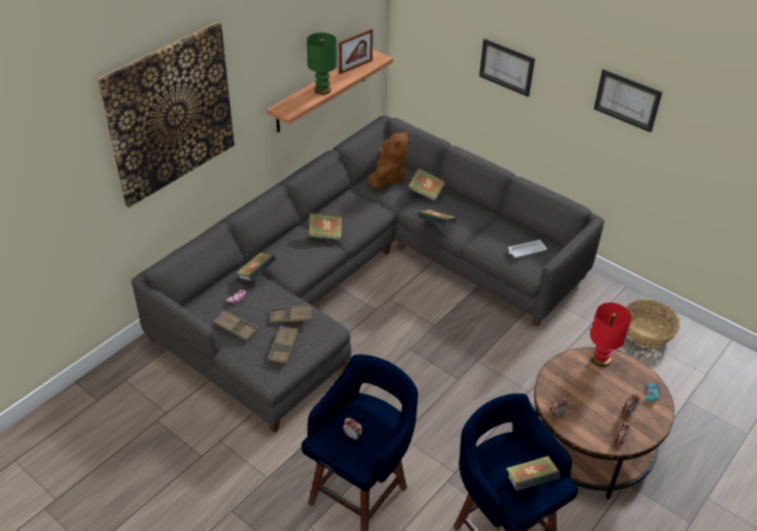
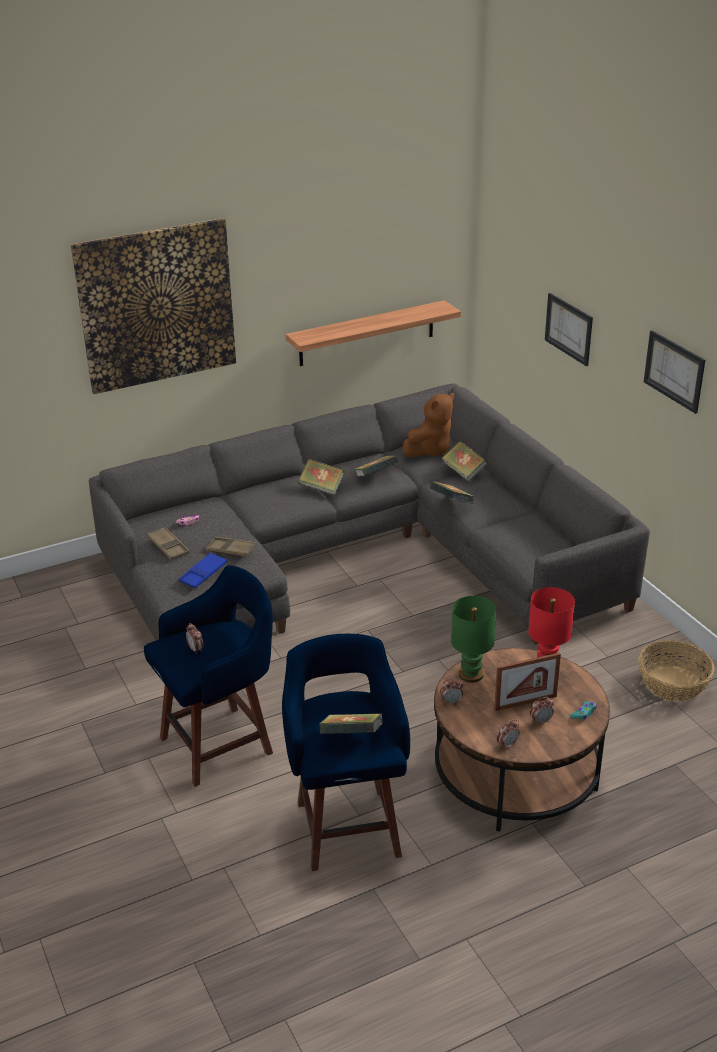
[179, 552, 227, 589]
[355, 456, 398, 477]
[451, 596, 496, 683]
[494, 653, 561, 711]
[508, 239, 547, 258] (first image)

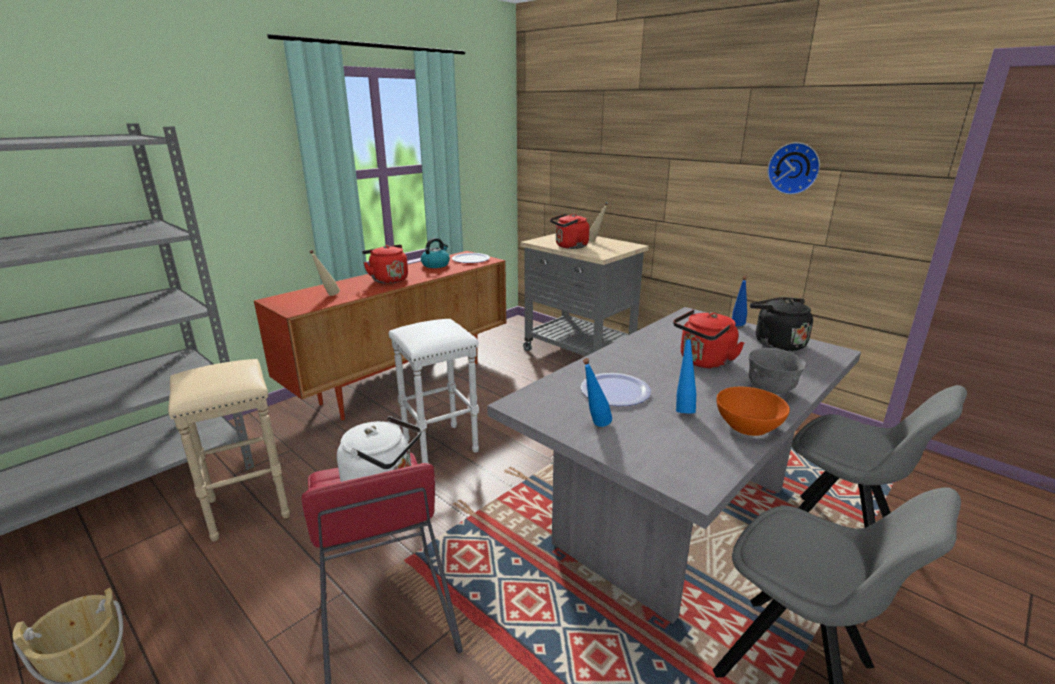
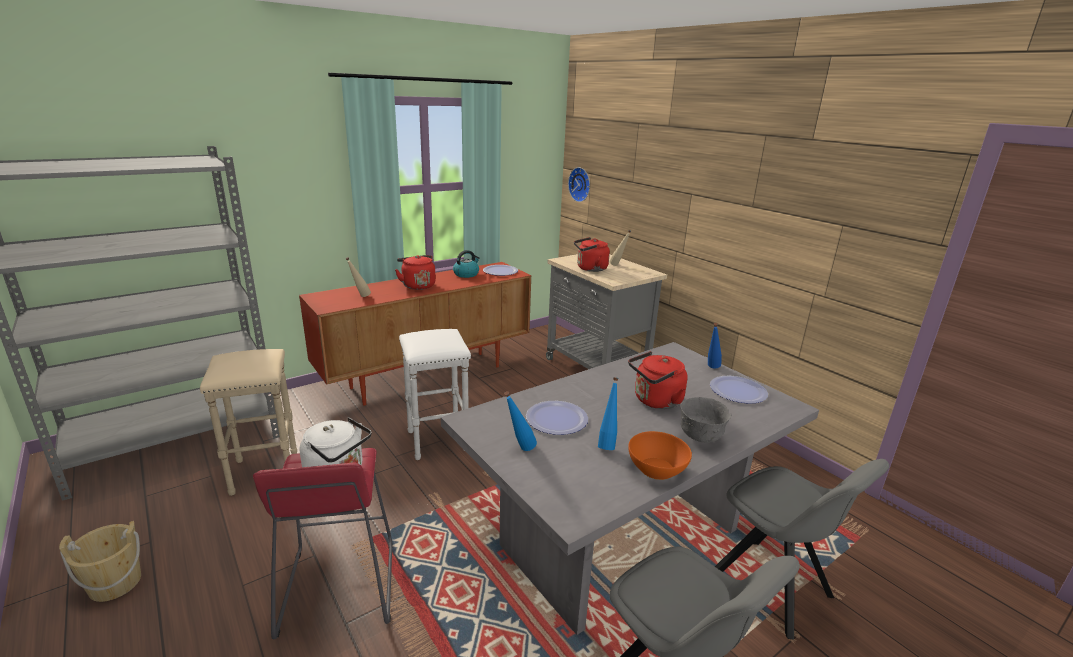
[568, 167, 590, 202]
[710, 375, 768, 404]

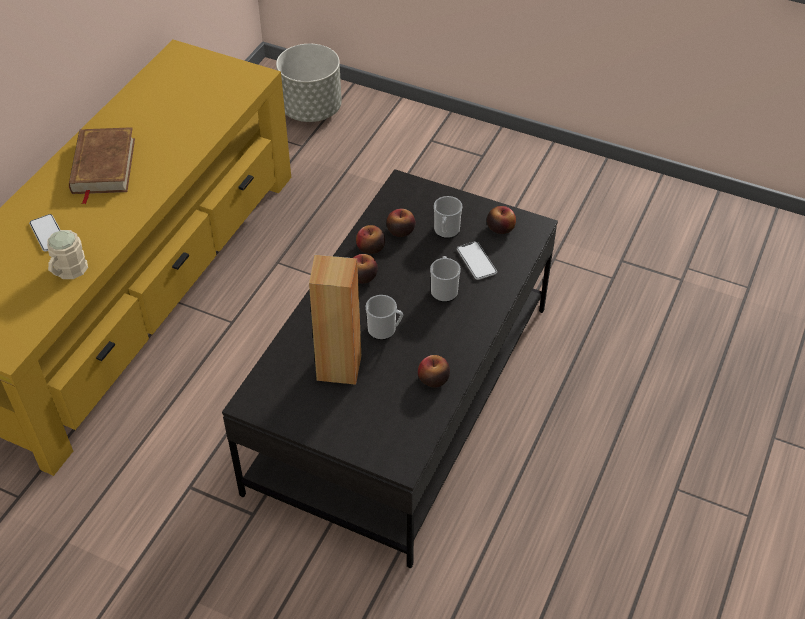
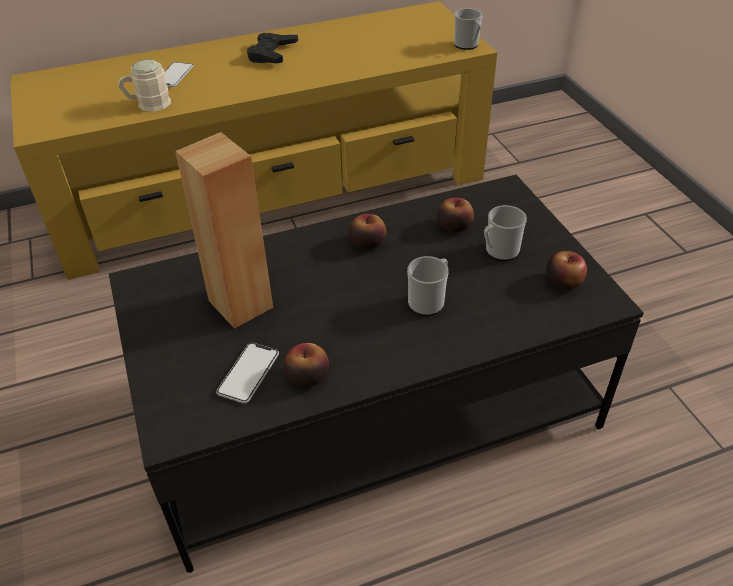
[216, 343, 279, 403]
[247, 33, 298, 63]
[454, 8, 482, 50]
[276, 44, 342, 122] (first image)
[356, 225, 385, 254] (first image)

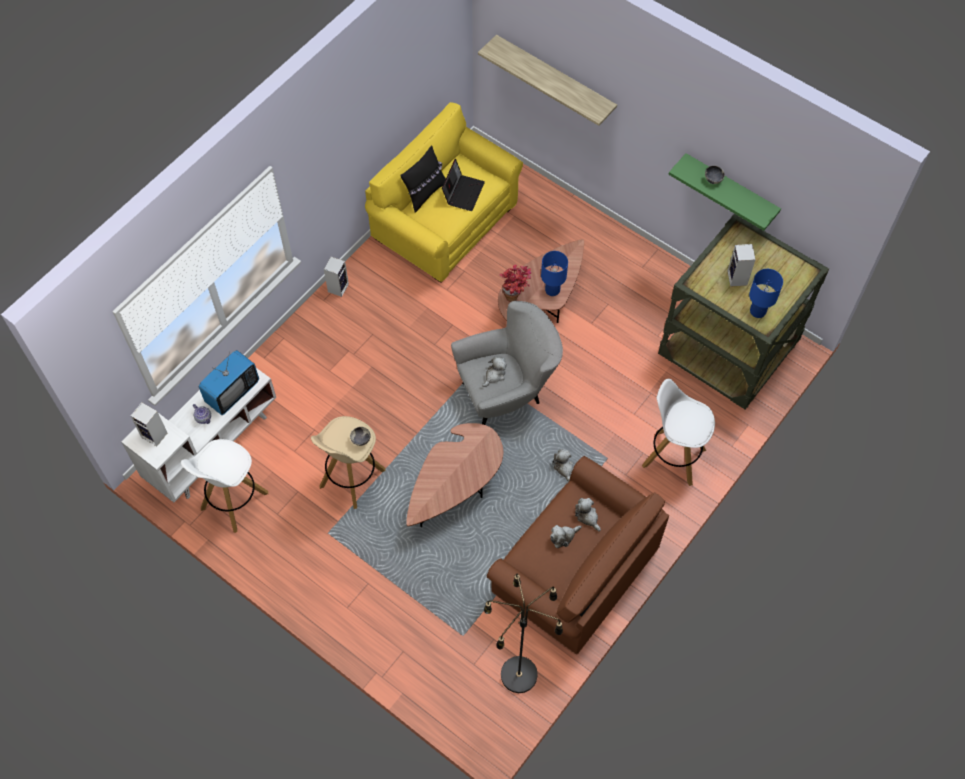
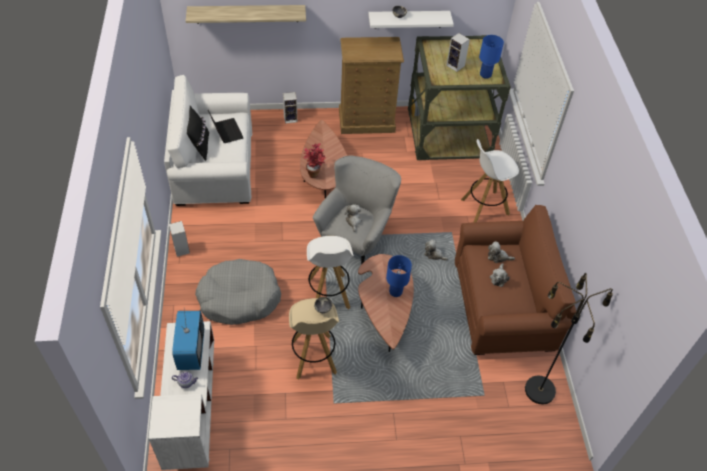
[164, 75, 252, 206]
[195, 259, 281, 325]
[283, 92, 297, 124]
[307, 236, 354, 310]
[339, 37, 404, 134]
[368, 11, 454, 29]
[386, 255, 412, 297]

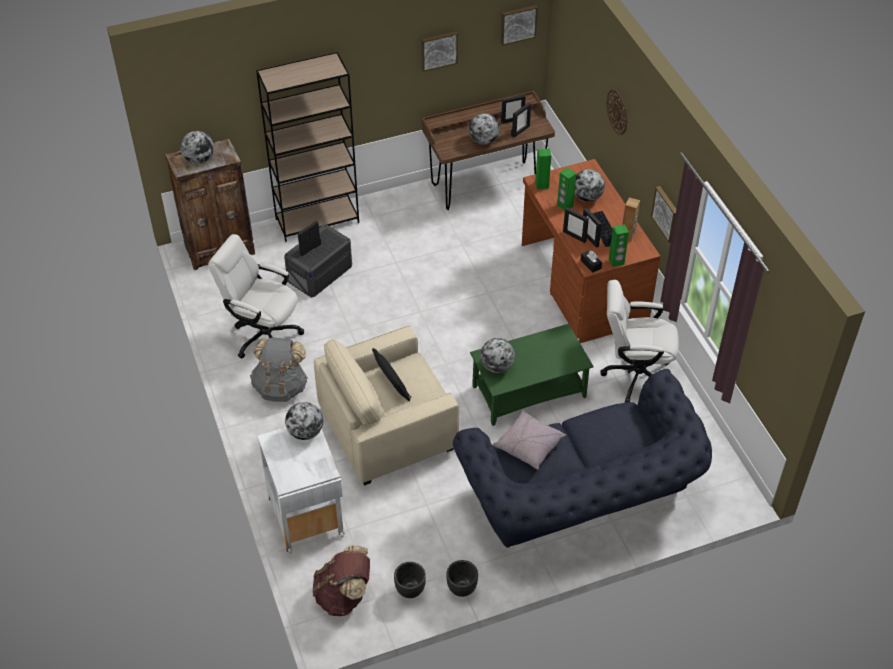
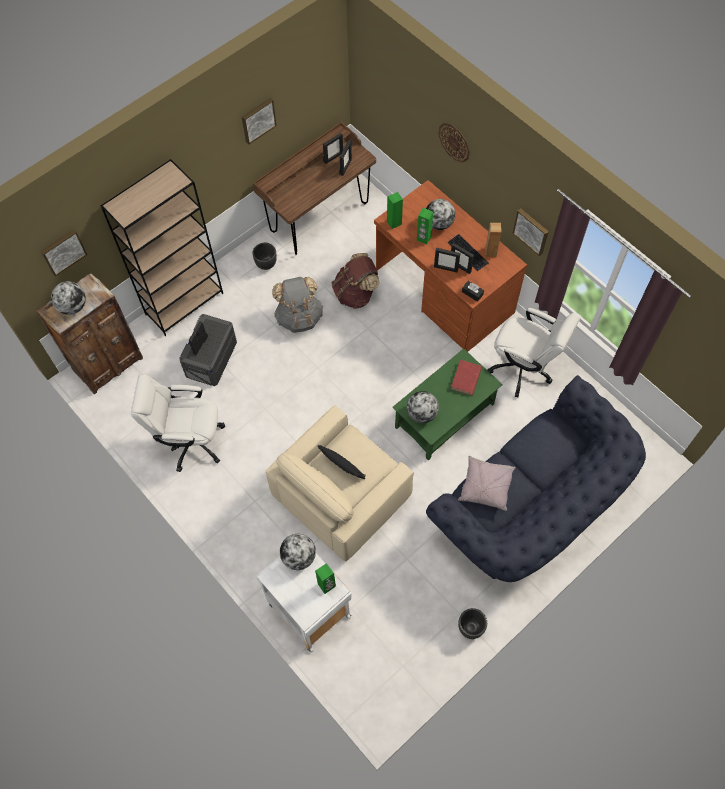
[41, 229, 87, 276]
[253, 243, 277, 270]
[272, 277, 323, 333]
[315, 563, 336, 594]
[332, 253, 380, 309]
[451, 360, 482, 395]
[487, 308, 580, 397]
[469, 113, 500, 145] (first image)

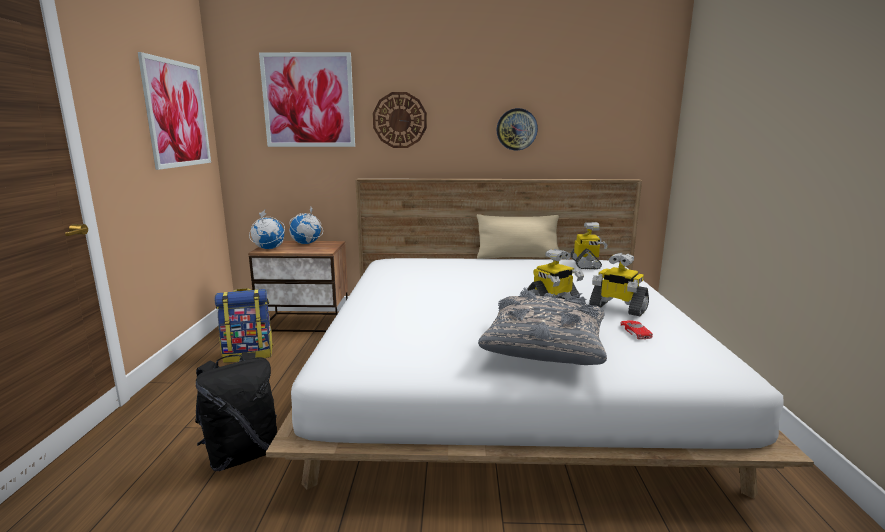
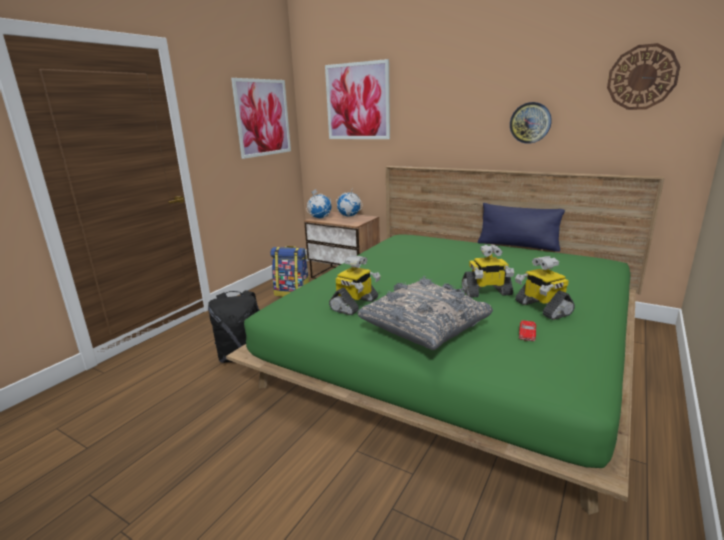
[226, 166, 664, 515]
[329, 255, 381, 315]
[478, 203, 565, 252]
[607, 43, 681, 110]

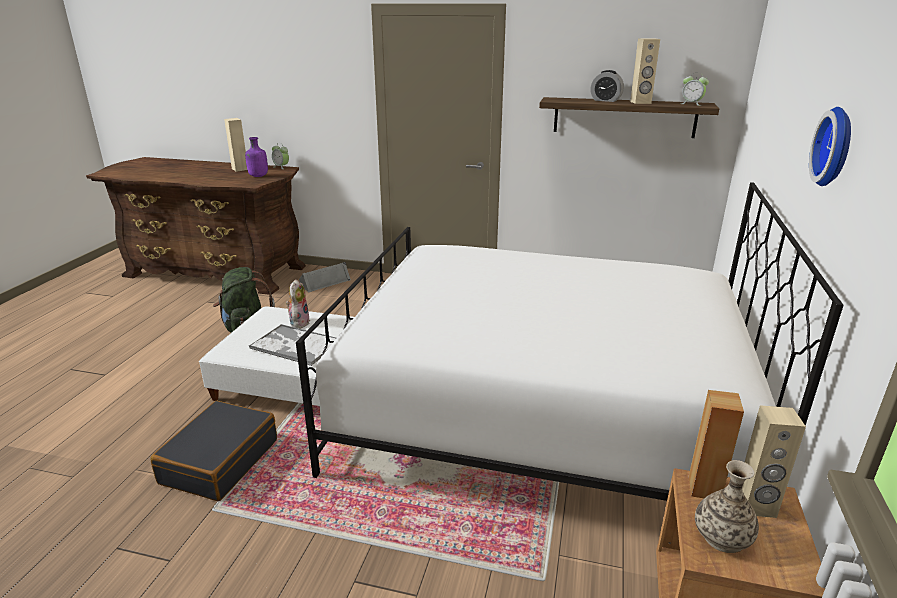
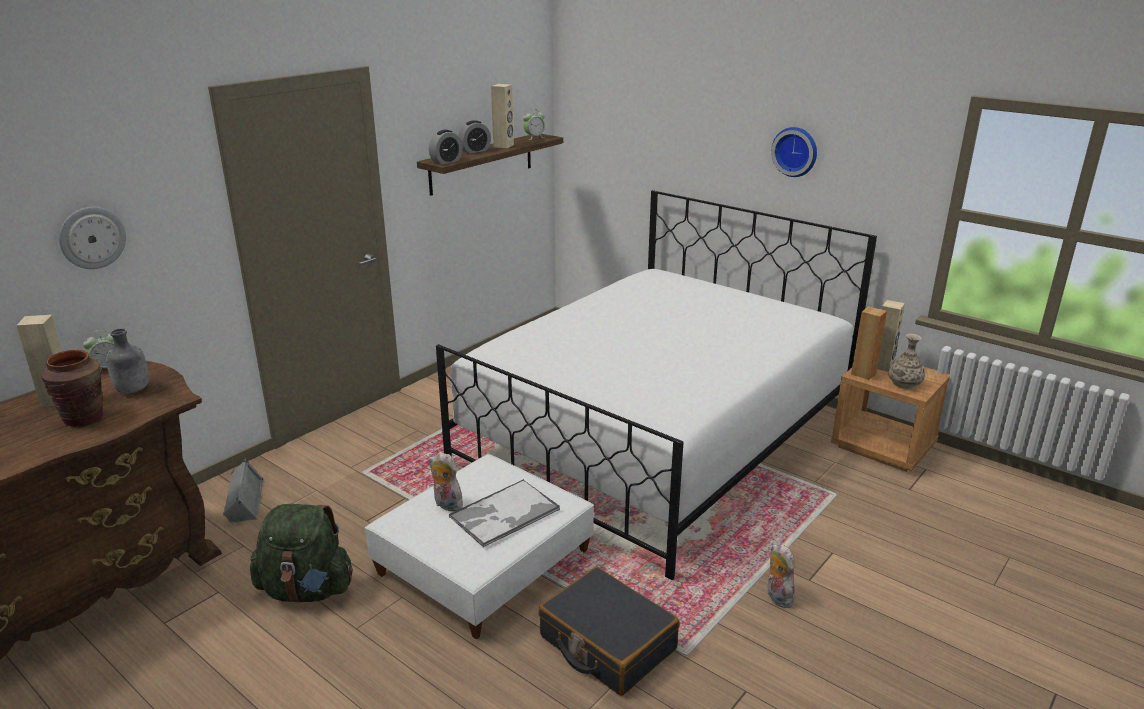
[41, 350, 103, 427]
[59, 207, 126, 269]
[106, 329, 149, 393]
[429, 130, 463, 164]
[768, 544, 795, 608]

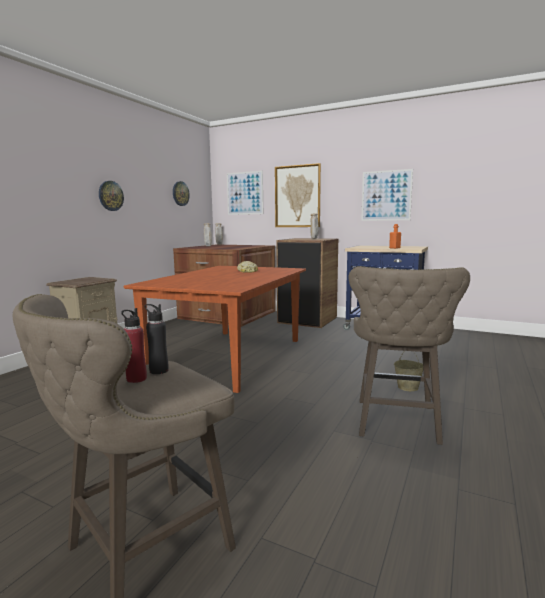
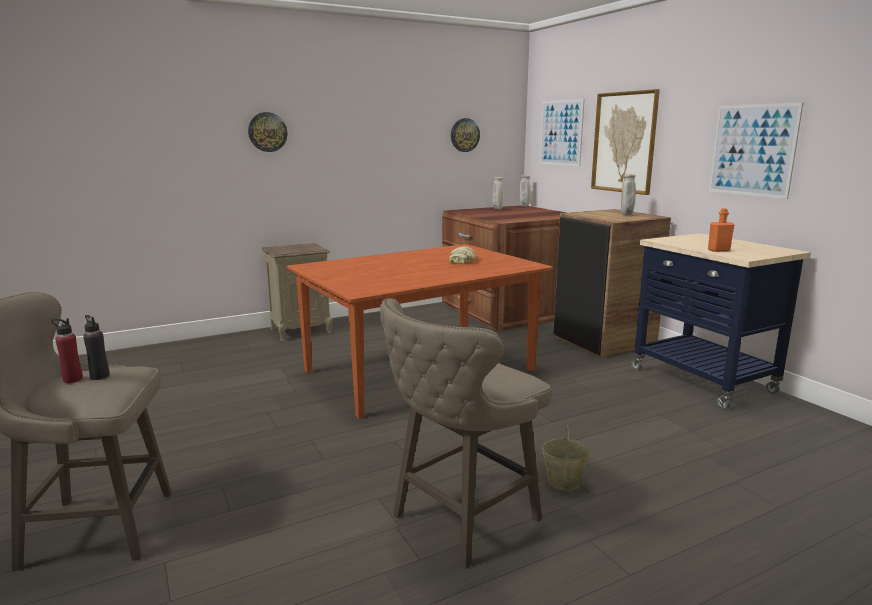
[248, 112, 287, 152]

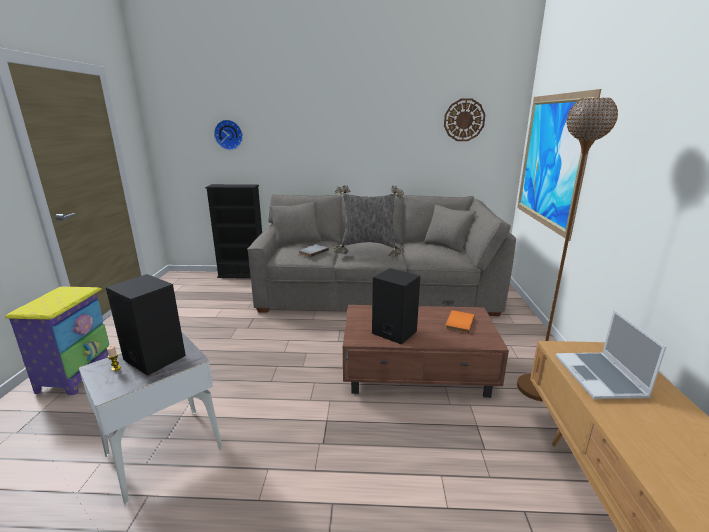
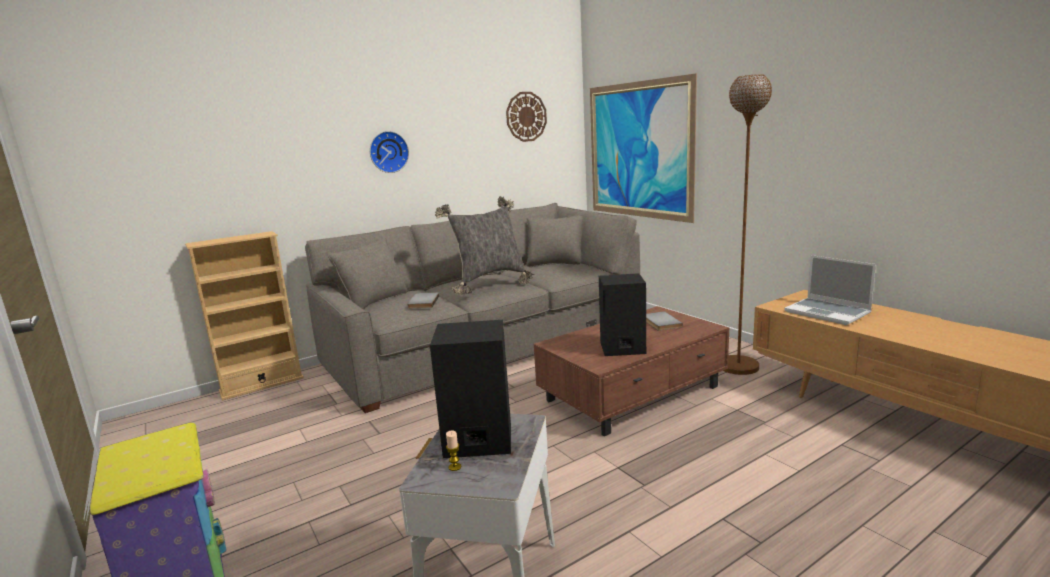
[185, 231, 304, 400]
[370, 131, 409, 173]
[646, 311, 683, 331]

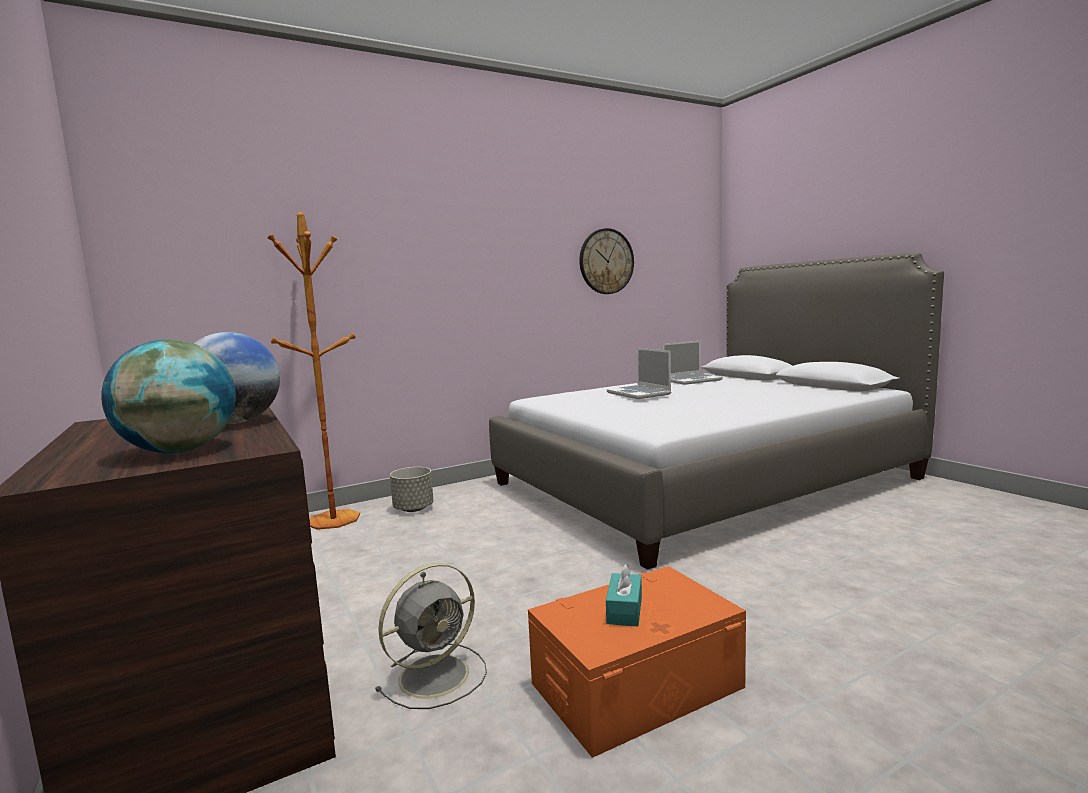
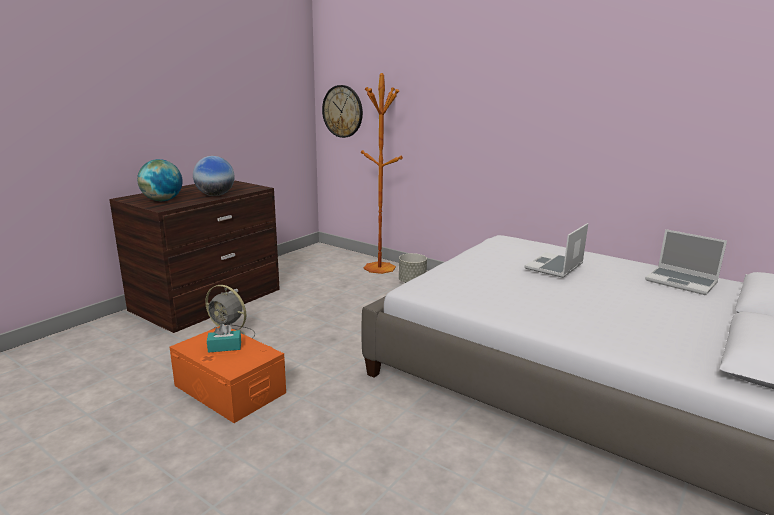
[322, 85, 363, 138]

